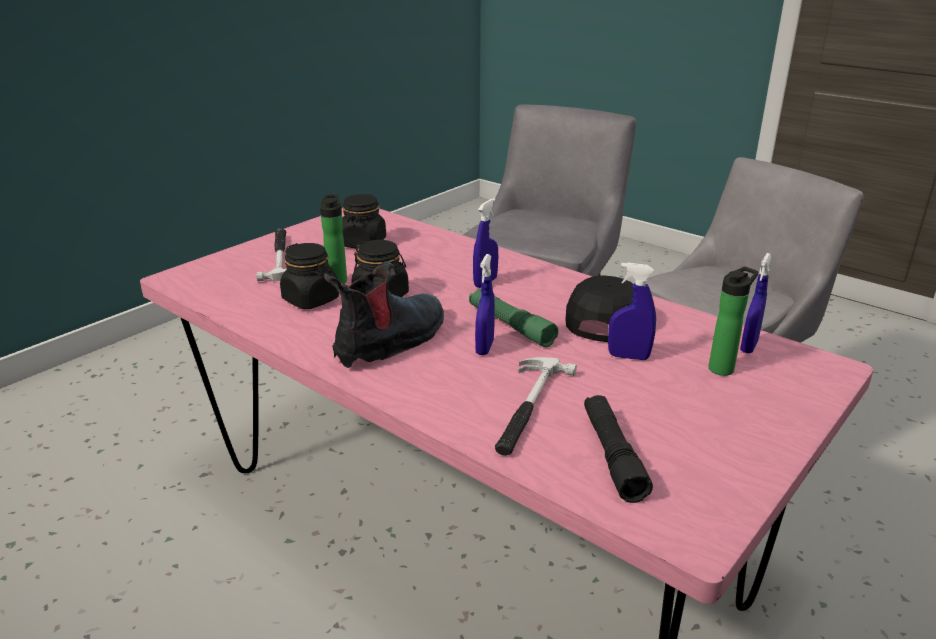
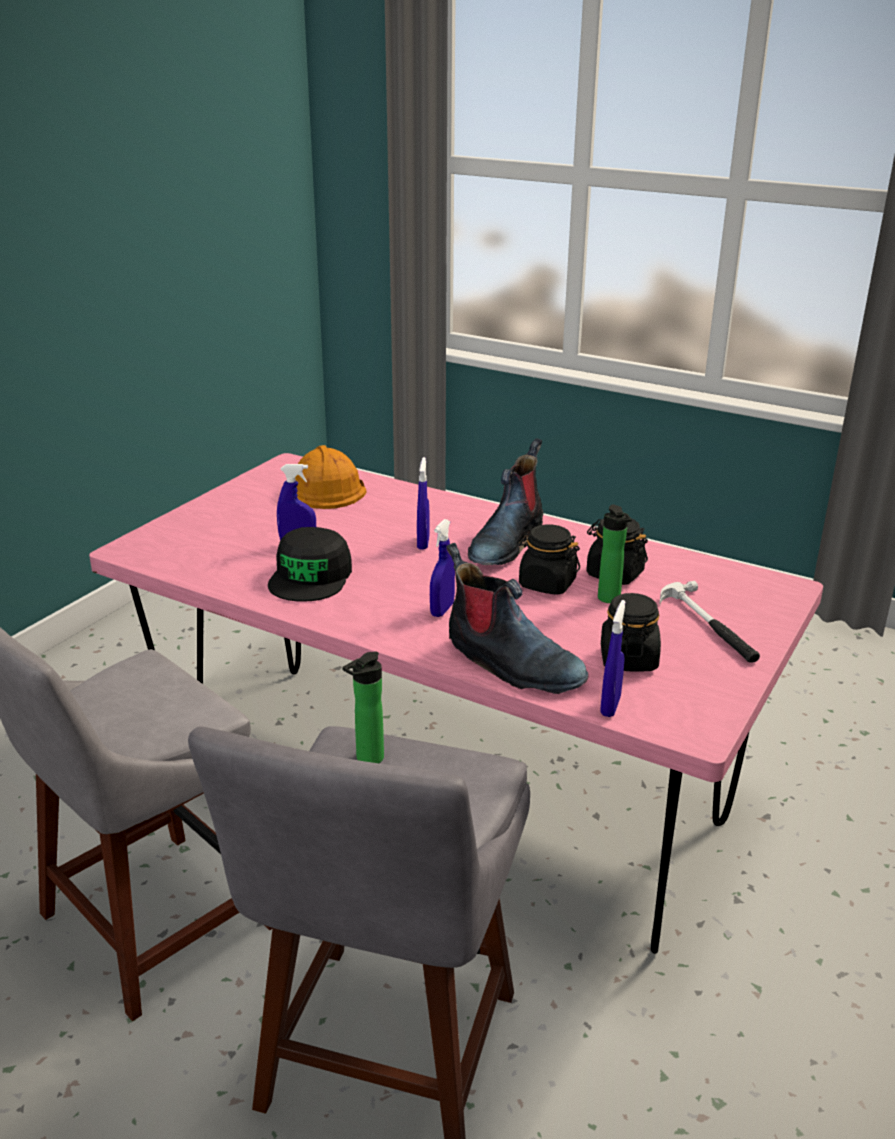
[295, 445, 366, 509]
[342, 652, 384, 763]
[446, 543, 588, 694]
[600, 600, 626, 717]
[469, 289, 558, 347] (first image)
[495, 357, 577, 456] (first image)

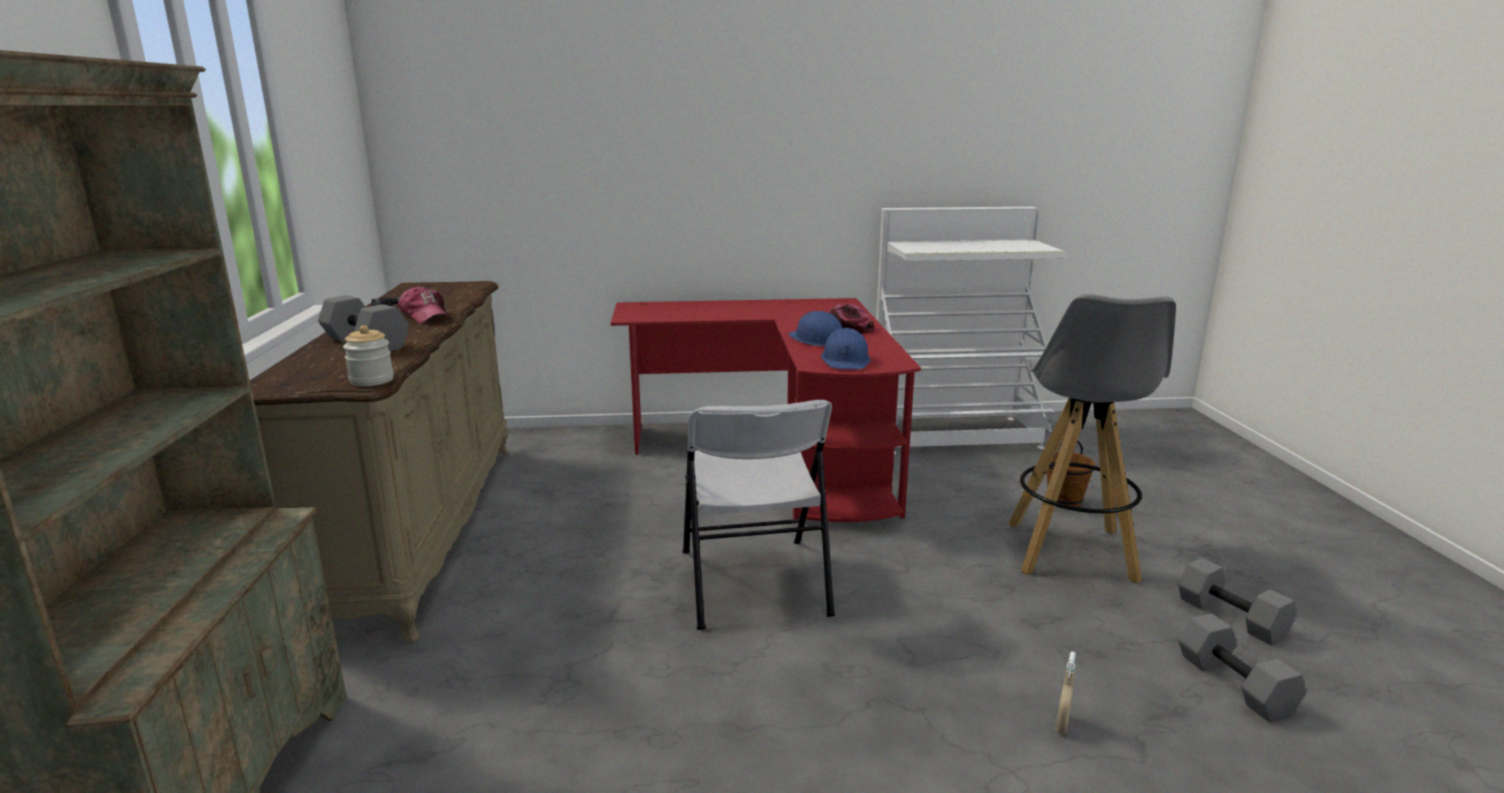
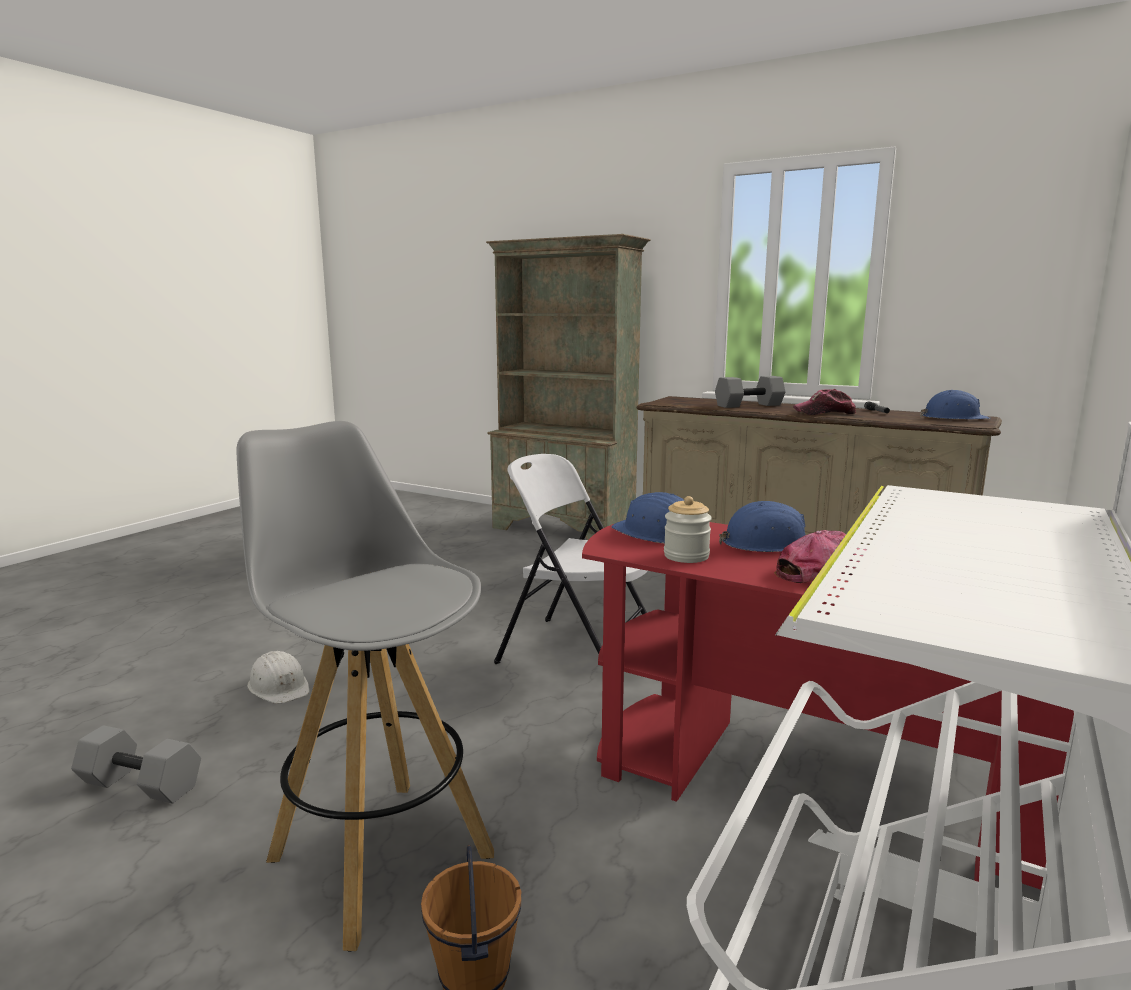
[247, 651, 309, 704]
[664, 496, 712, 563]
[920, 390, 991, 419]
[1178, 558, 1296, 645] (first image)

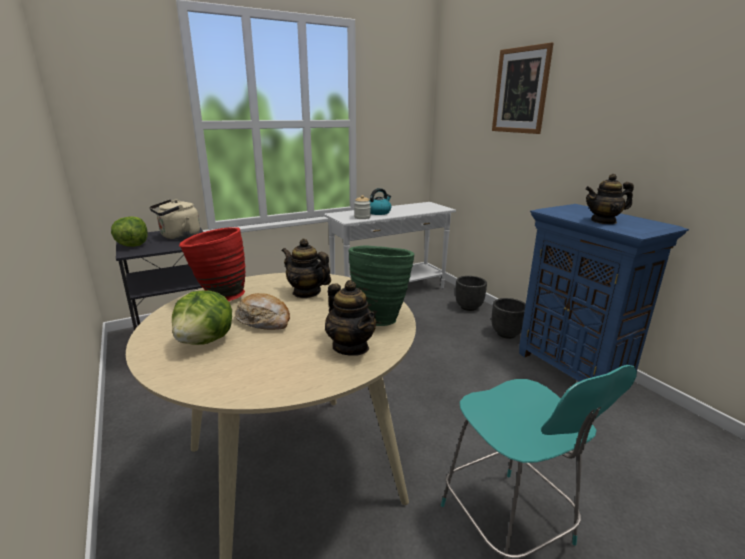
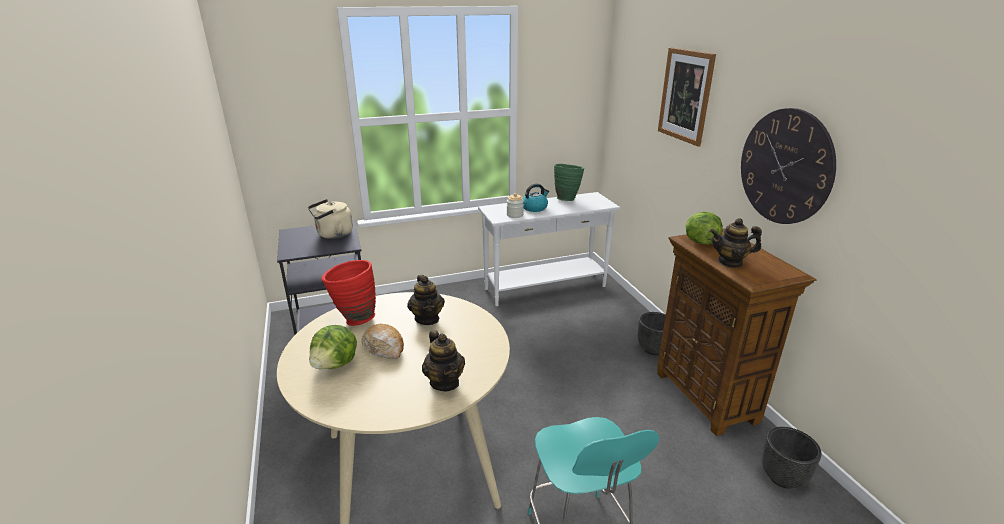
[407, 275, 445, 325]
[554, 164, 584, 201]
[657, 228, 817, 436]
[686, 212, 723, 245]
[741, 108, 836, 224]
[762, 427, 822, 489]

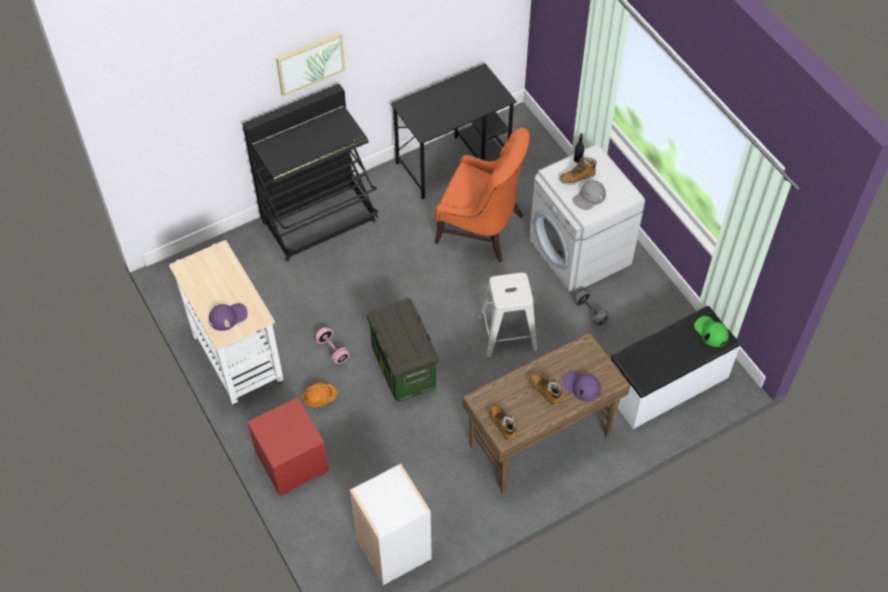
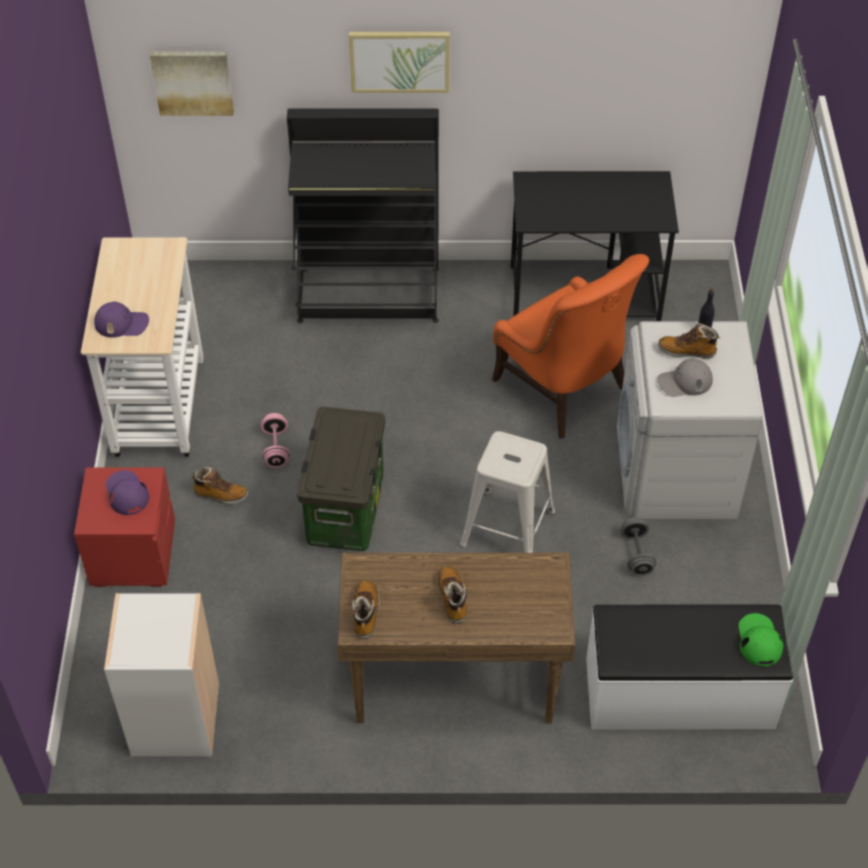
[106, 470, 149, 515]
[150, 51, 234, 116]
[191, 467, 248, 504]

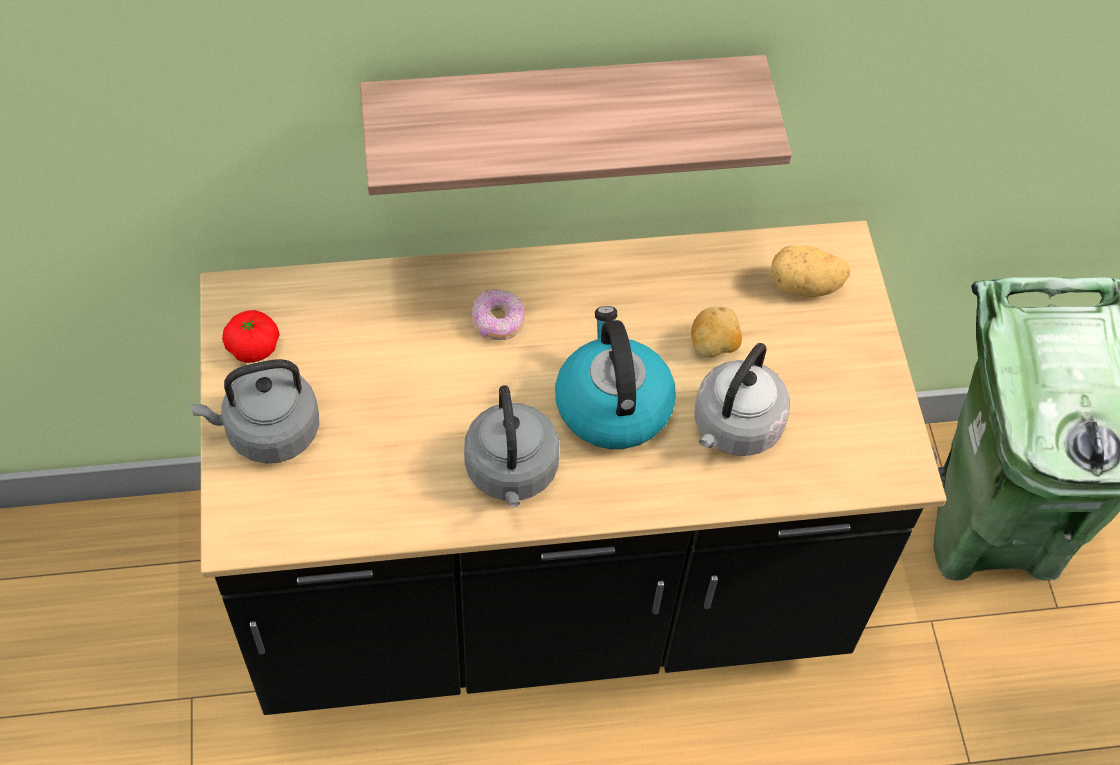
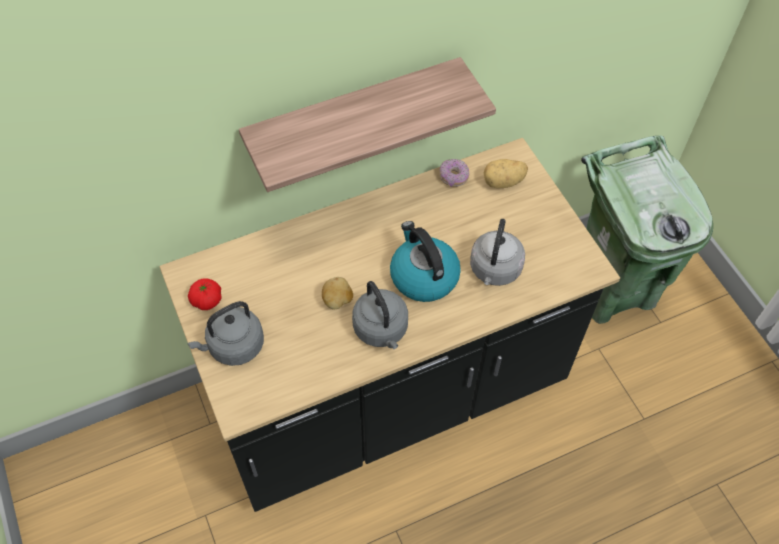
[322, 277, 353, 309]
[440, 159, 469, 187]

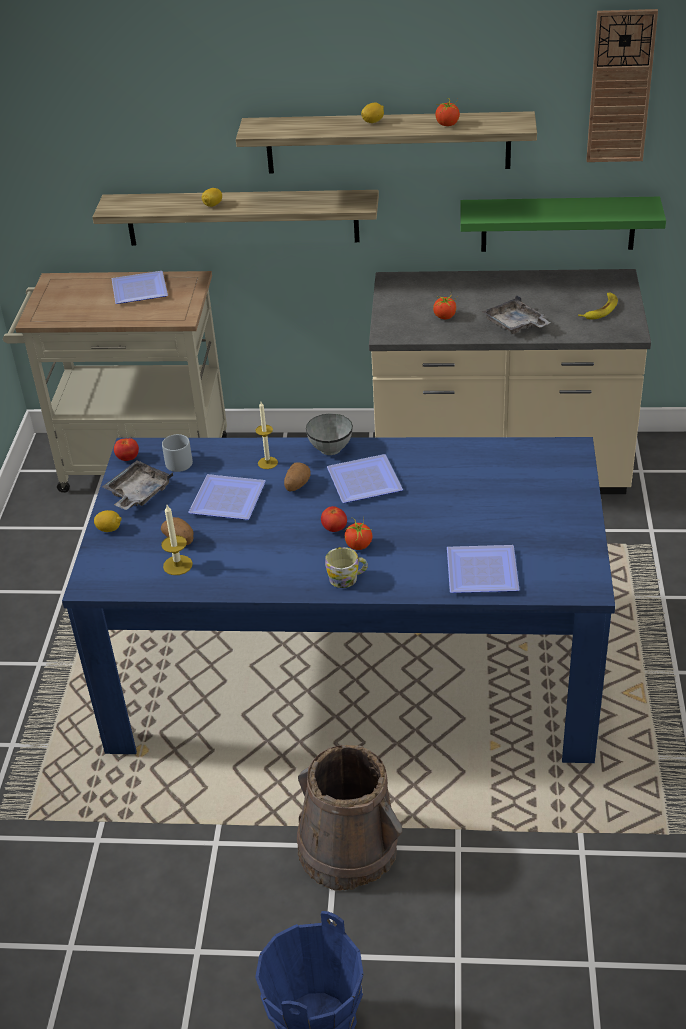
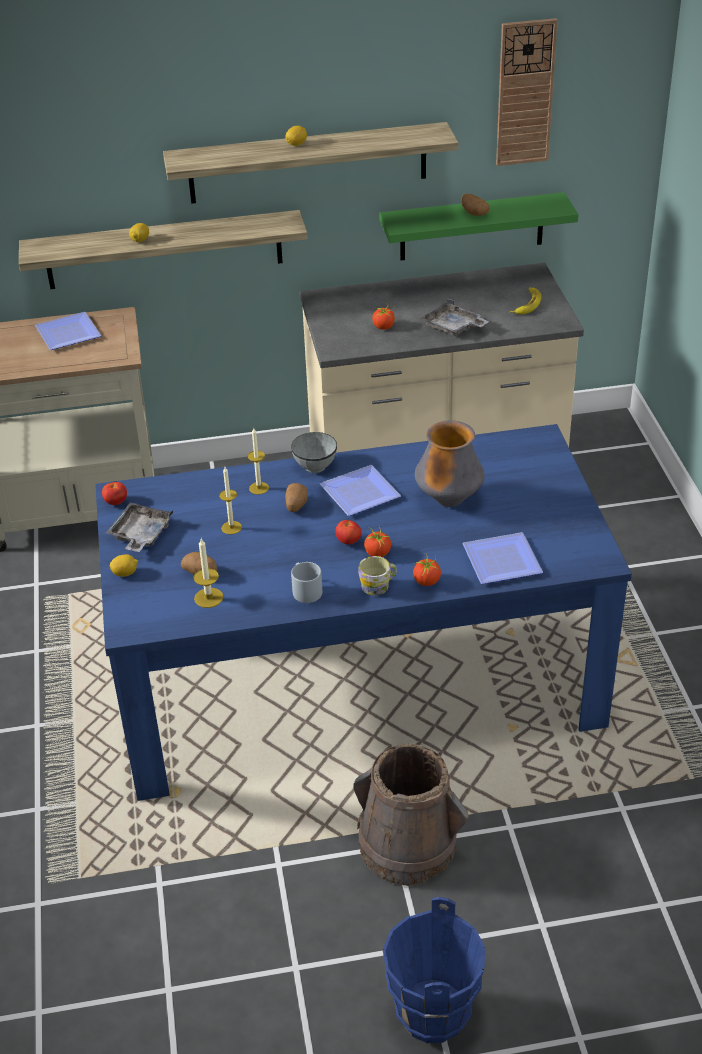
[219, 467, 242, 534]
[291, 562, 322, 603]
[413, 553, 441, 586]
[415, 420, 485, 507]
[461, 193, 490, 216]

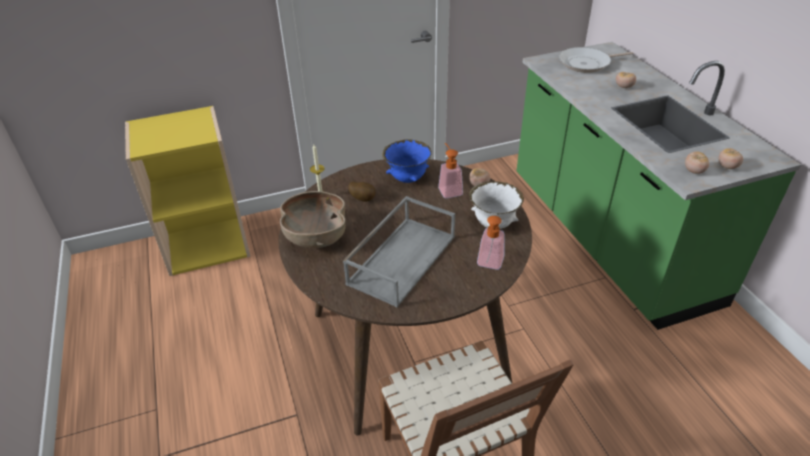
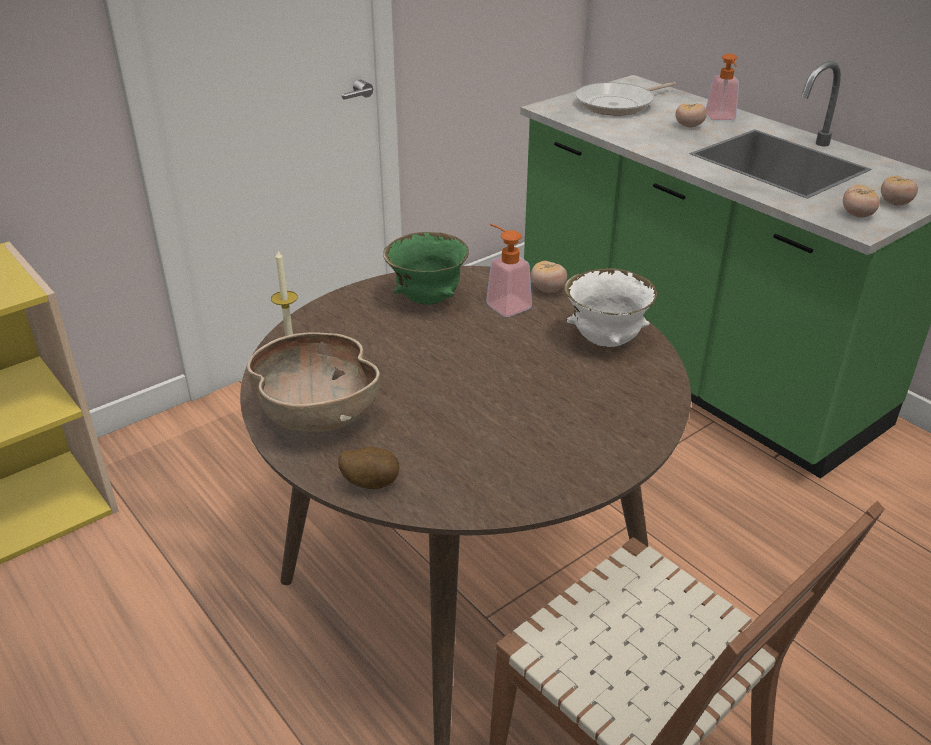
[338, 446, 399, 489]
[383, 232, 469, 305]
[706, 53, 739, 120]
[343, 196, 455, 307] (first image)

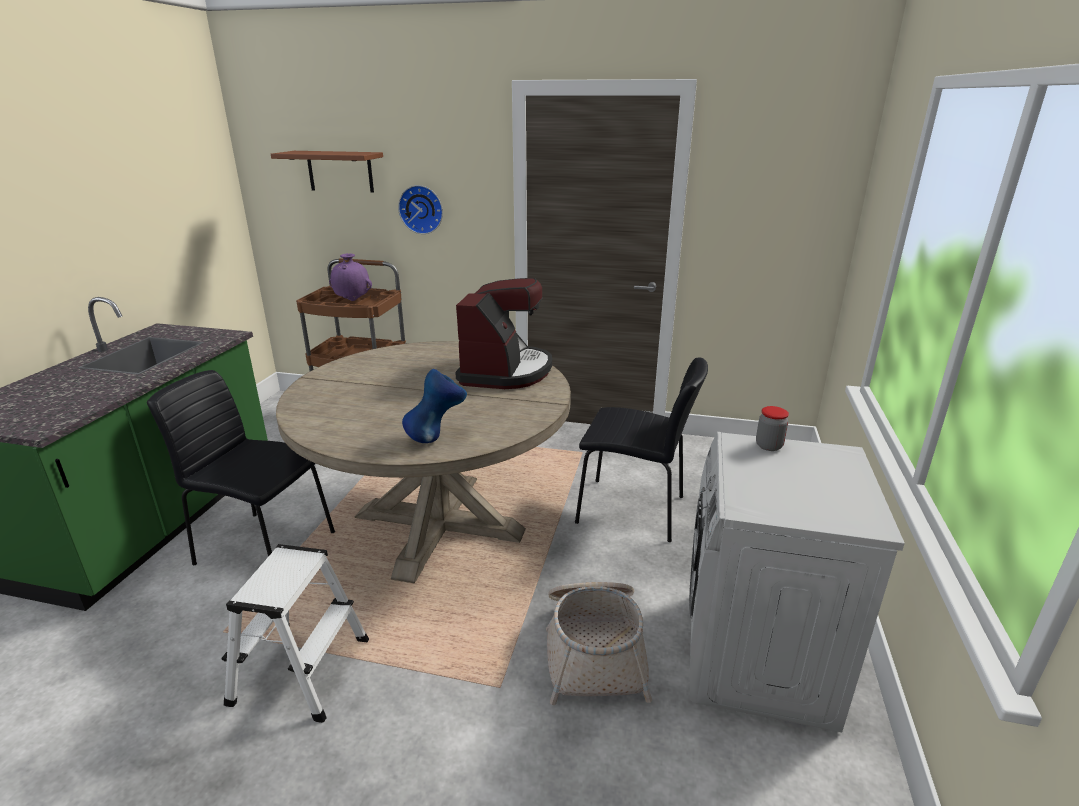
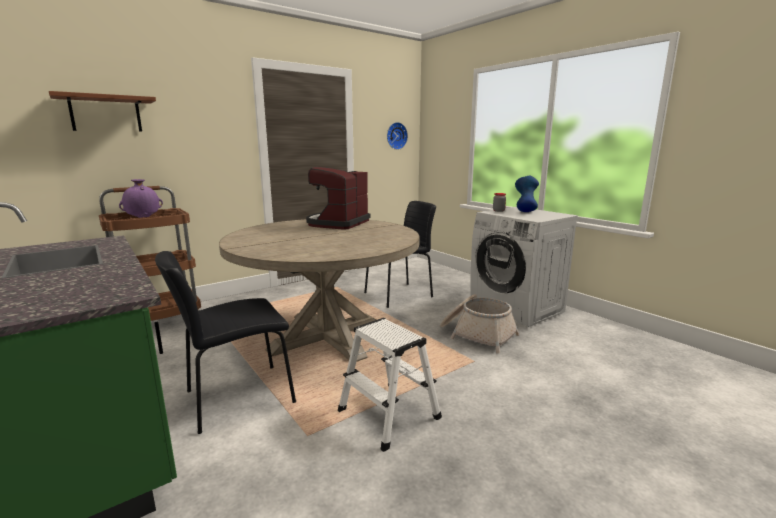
[306, 167, 371, 230]
[387, 122, 408, 150]
[515, 175, 539, 212]

